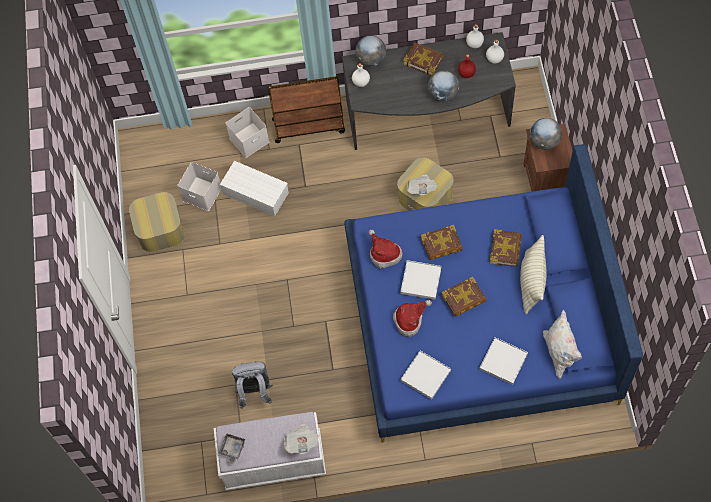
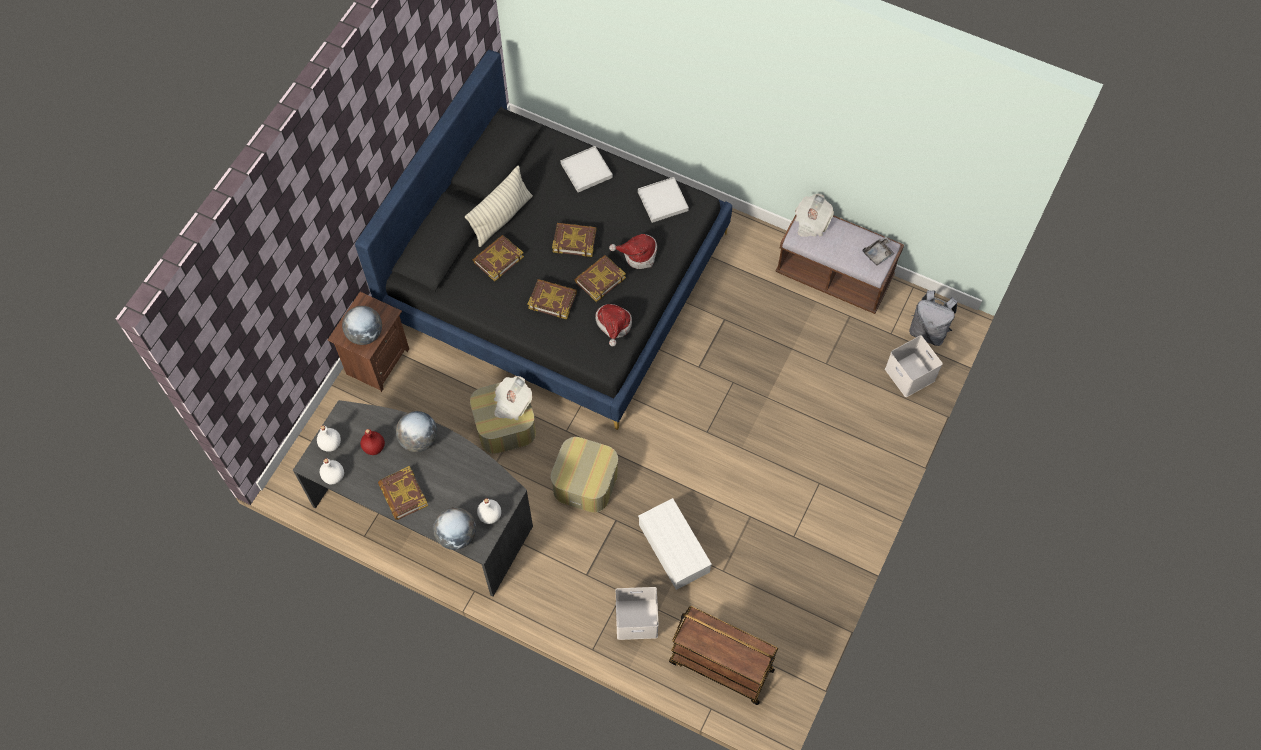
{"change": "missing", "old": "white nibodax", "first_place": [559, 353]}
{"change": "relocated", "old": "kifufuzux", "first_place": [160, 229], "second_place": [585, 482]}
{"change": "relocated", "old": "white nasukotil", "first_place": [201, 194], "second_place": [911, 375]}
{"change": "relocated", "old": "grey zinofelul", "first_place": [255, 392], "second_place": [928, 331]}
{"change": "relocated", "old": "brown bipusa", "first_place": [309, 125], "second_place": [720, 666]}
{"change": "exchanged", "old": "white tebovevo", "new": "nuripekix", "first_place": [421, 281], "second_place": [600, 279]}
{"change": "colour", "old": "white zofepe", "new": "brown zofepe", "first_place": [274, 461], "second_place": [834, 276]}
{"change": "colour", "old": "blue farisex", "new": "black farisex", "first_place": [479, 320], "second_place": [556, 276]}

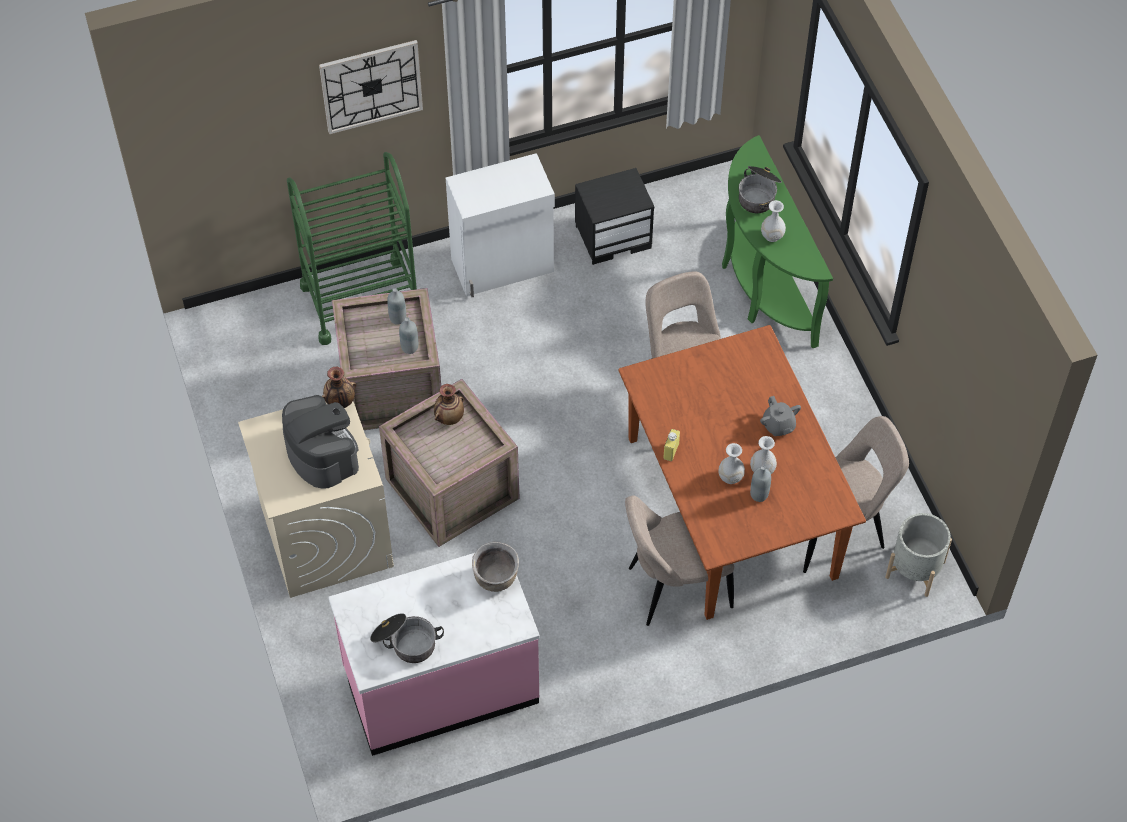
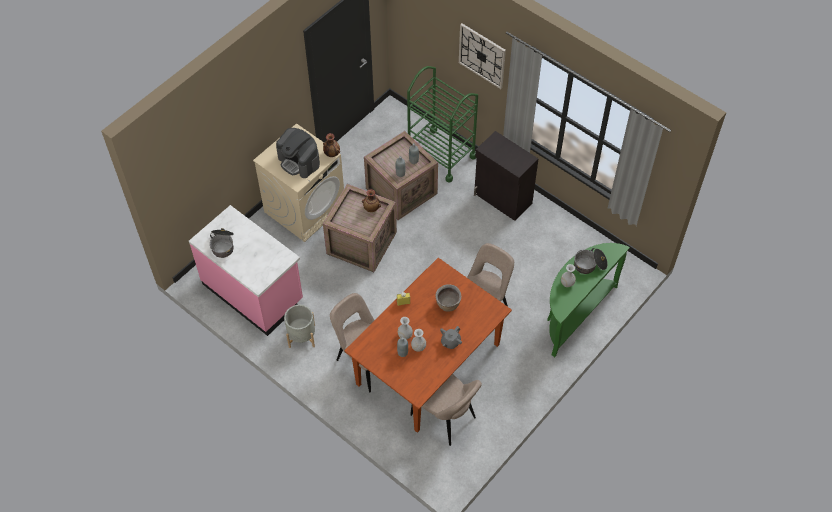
{"change": "missing", "old": "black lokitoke", "first_place": [613, 236]}
{"change": "relocated", "old": "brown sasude", "first_place": [496, 579], "second_place": [448, 305]}
{"change": "relocated", "old": "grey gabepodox", "first_place": [915, 569], "second_place": [302, 336]}
{"change": "colour", "old": "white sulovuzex", "new": "black sulovuzex", "first_place": [503, 266], "second_place": [502, 199]}
{"change": "spun", "old": "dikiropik", "first_place": [321, 453], "second_place": [299, 161], "degrees": 105}

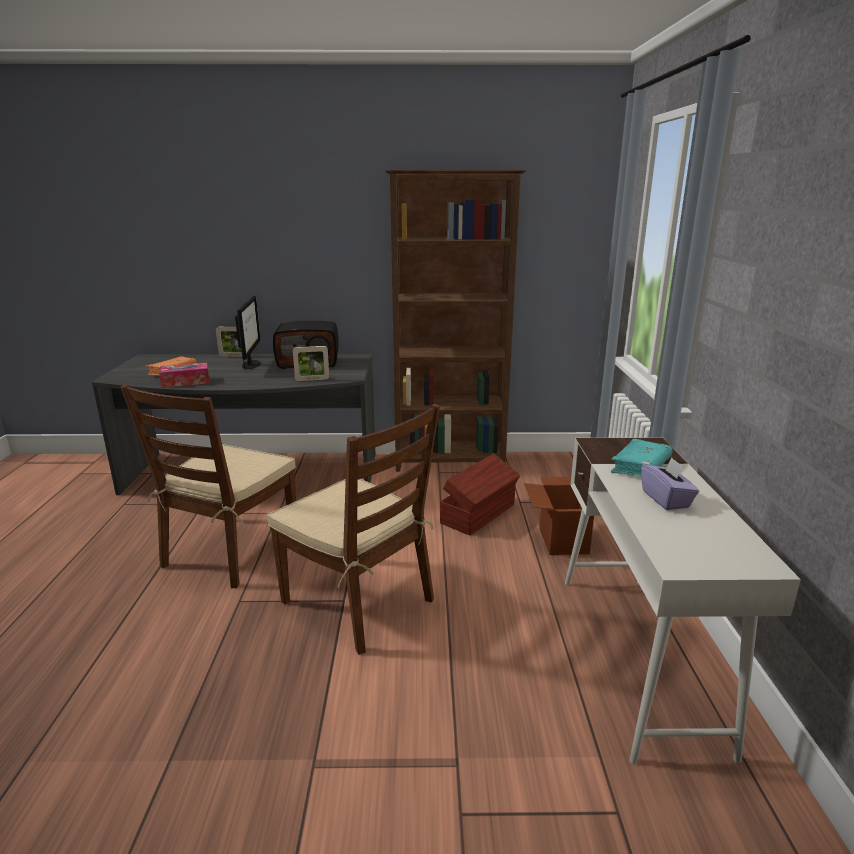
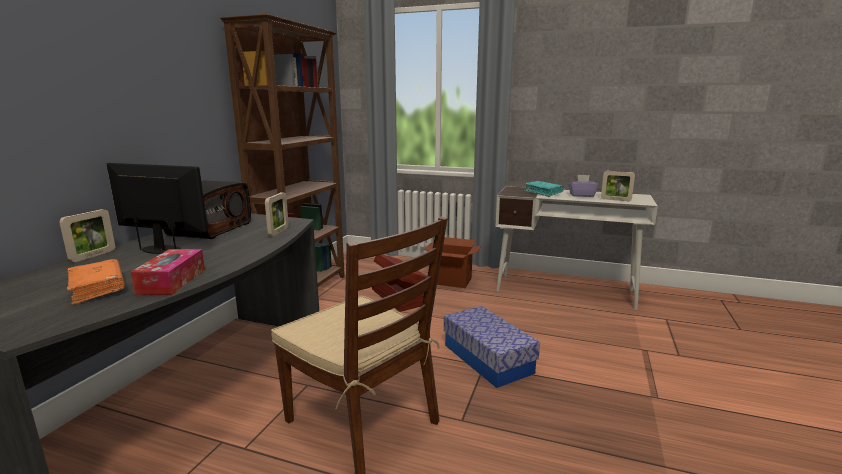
{"change": "appeared", "new": "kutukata", "second_place": [616, 200]}
{"change": "exchanged", "old": "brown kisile", "new": "nasukotil", "first_place": [359, 601], "second_place": [488, 359]}

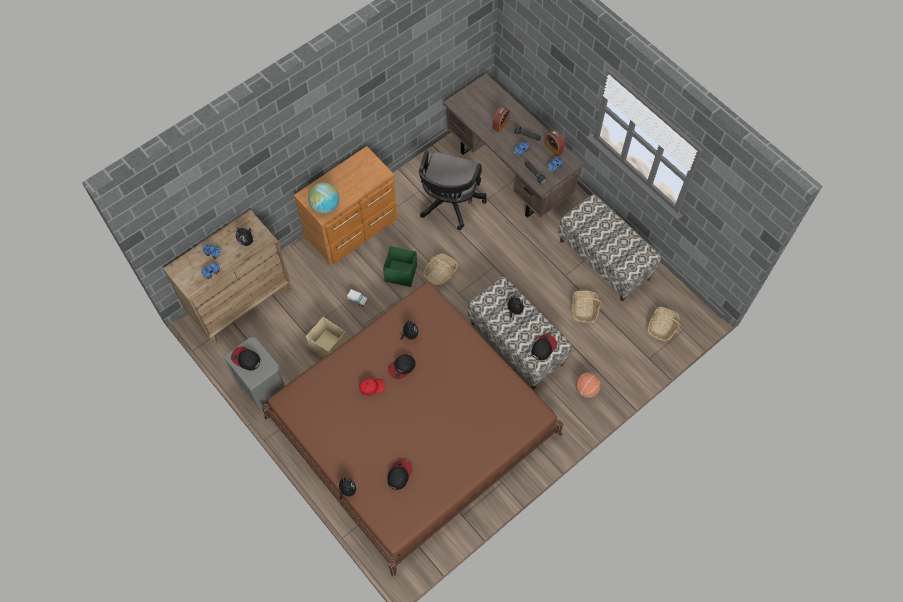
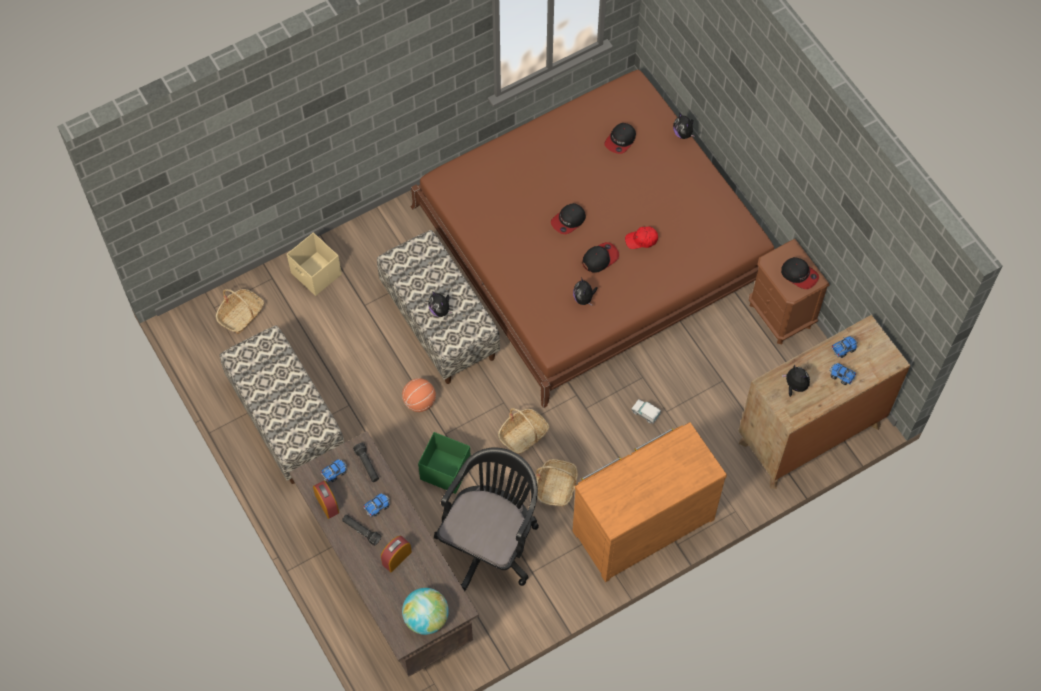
{"change": "relocated", "old": "beige nasukotil", "first_place": [328, 346], "second_place": [316, 274]}
{"change": "relocated", "old": "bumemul", "first_place": [325, 206], "second_place": [426, 618]}
{"change": "relocated", "old": "green nasukotil", "first_place": [401, 273], "second_place": [445, 470]}
{"change": "relocated", "old": "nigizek", "first_place": [543, 347], "second_place": [568, 220]}
{"change": "relocated", "old": "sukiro", "first_place": [584, 309], "second_place": [556, 486]}
{"change": "relocated", "old": "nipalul", "first_place": [586, 389], "second_place": [419, 402]}
{"change": "colour", "old": "grey lokitoke", "new": "brown lokitoke", "first_place": [263, 388], "second_place": [781, 315]}

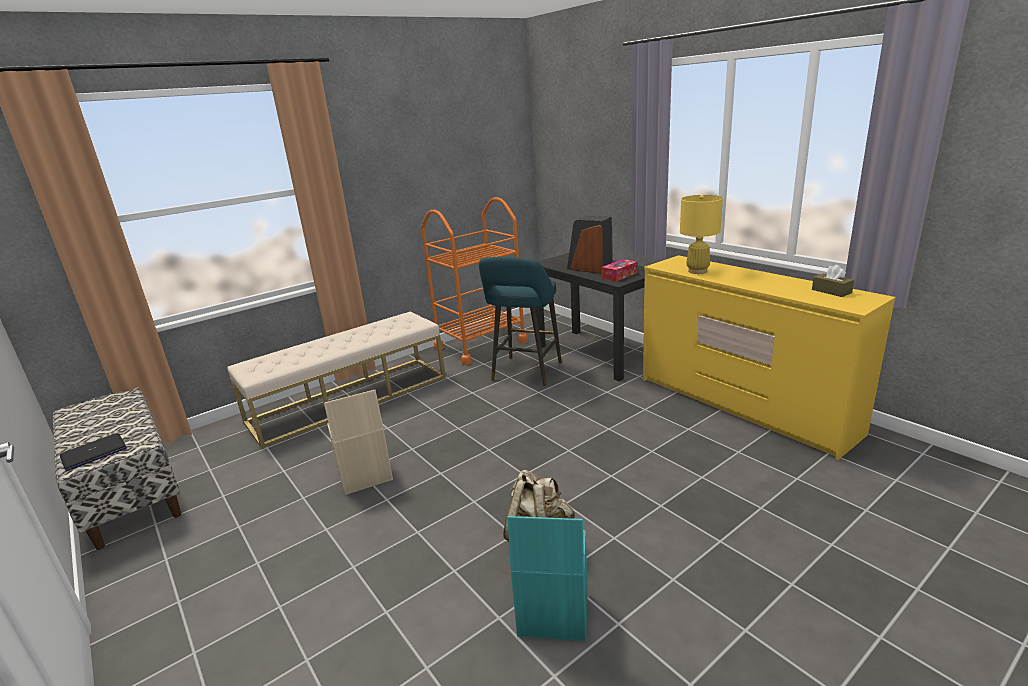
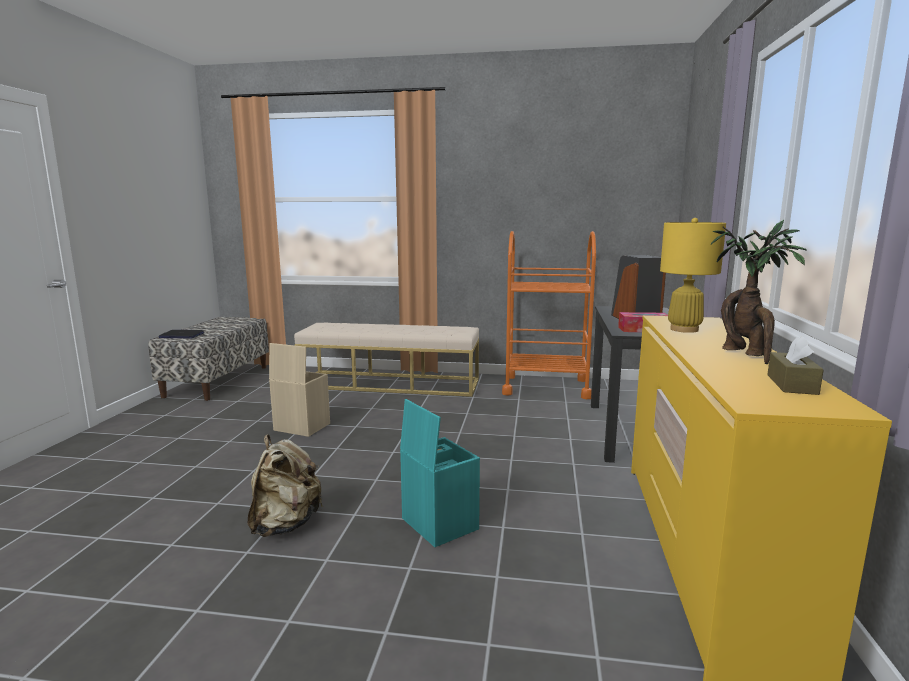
{"change": "missing", "old": "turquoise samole", "first_place": [525, 373]}
{"change": "appeared", "new": "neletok", "second_place": [746, 354]}
{"change": "relocated", "old": "turquoise nasukotil", "first_place": [551, 615], "second_place": [438, 523]}

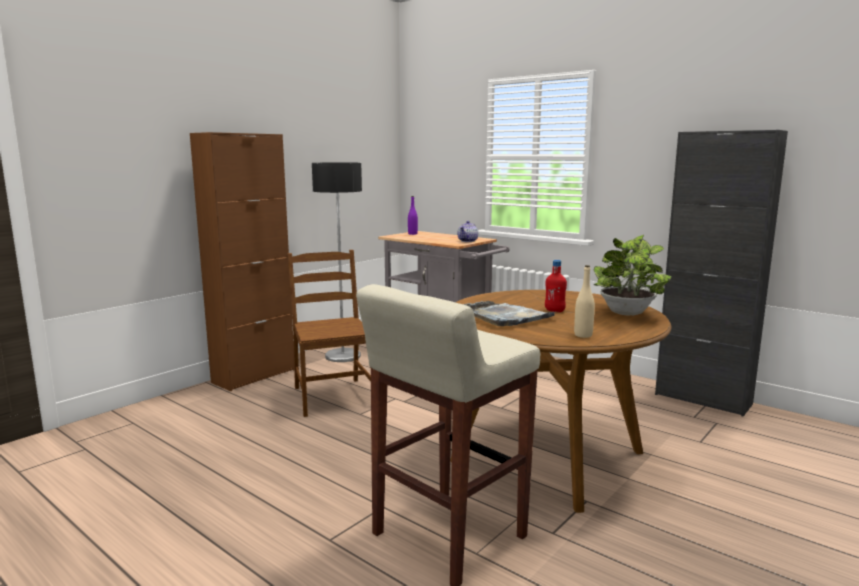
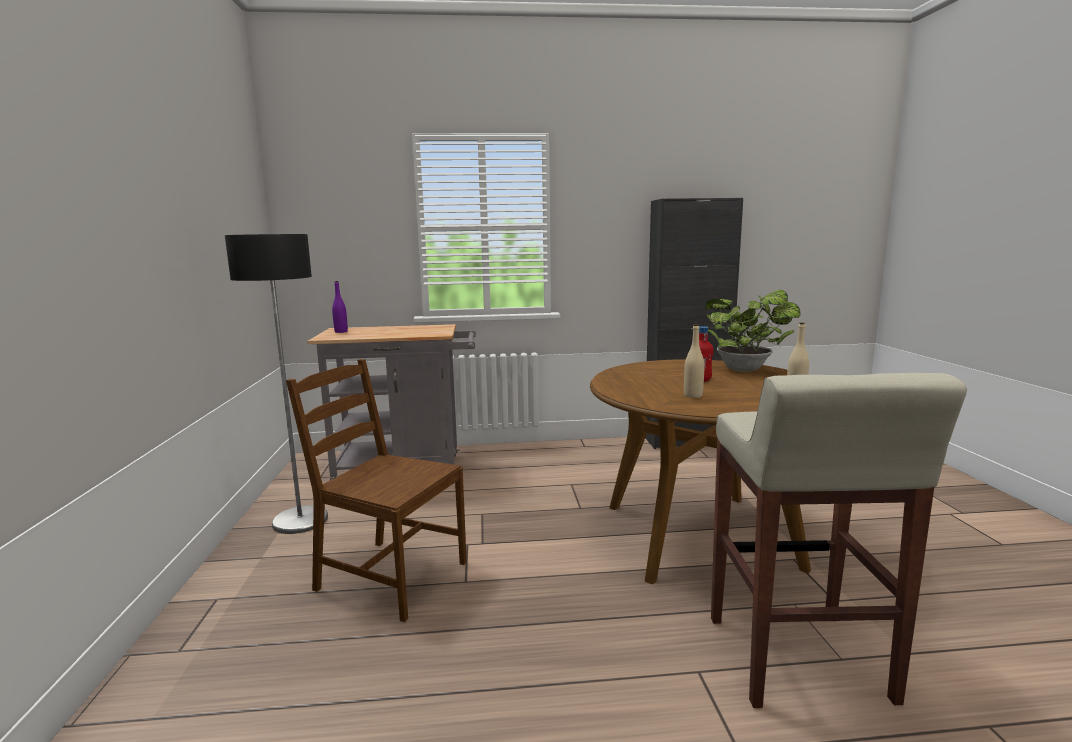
{"change": "missing", "old": "brown sulovuzex", "first_place": [254, 376]}
{"change": "missing", "old": "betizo", "first_place": [468, 241]}
{"change": "exchanged", "old": "grey tebovevo", "new": "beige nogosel", "first_place": [505, 316], "second_place": [693, 396]}

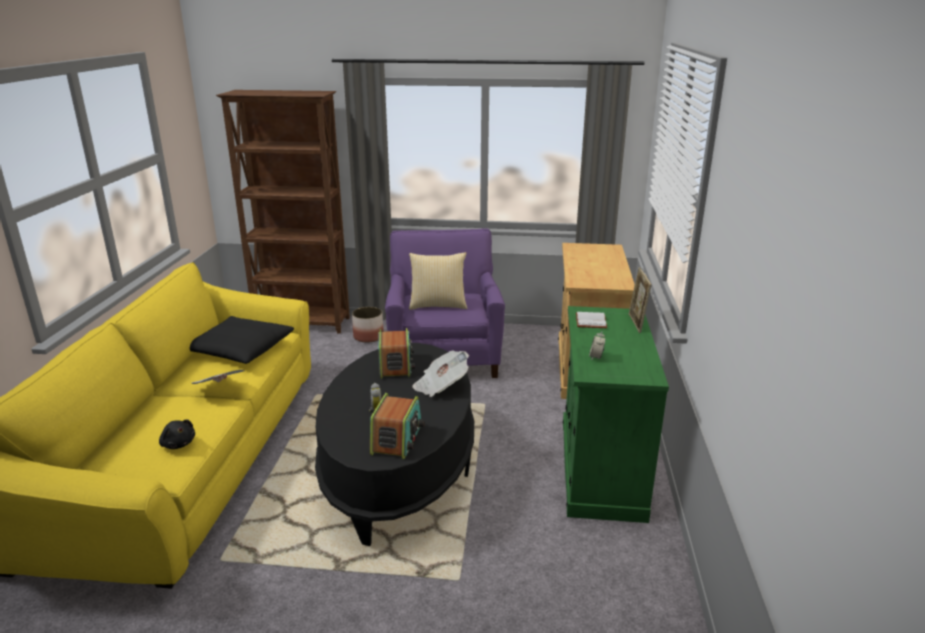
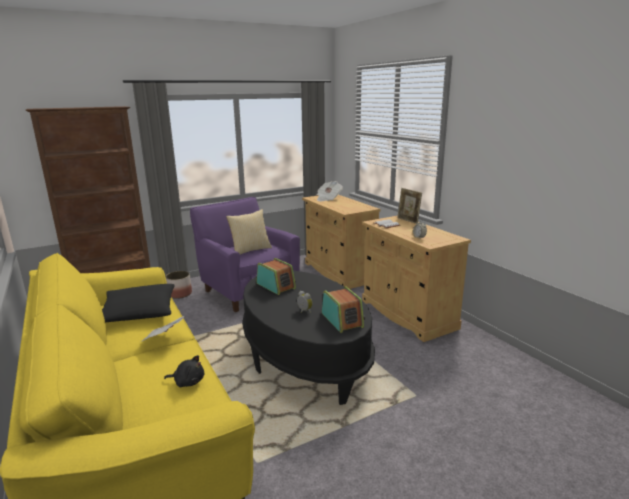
{"change": "relocated", "old": "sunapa", "first_place": [440, 386], "second_place": [328, 199]}
{"change": "colour", "old": "green sulovuzex", "new": "beige sulovuzex", "first_place": [600, 467], "second_place": [407, 314]}

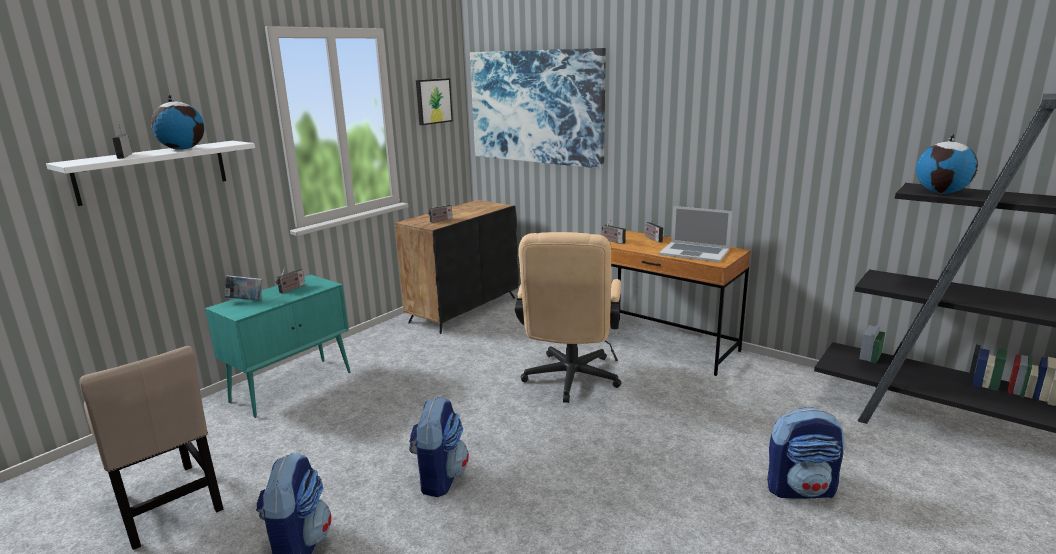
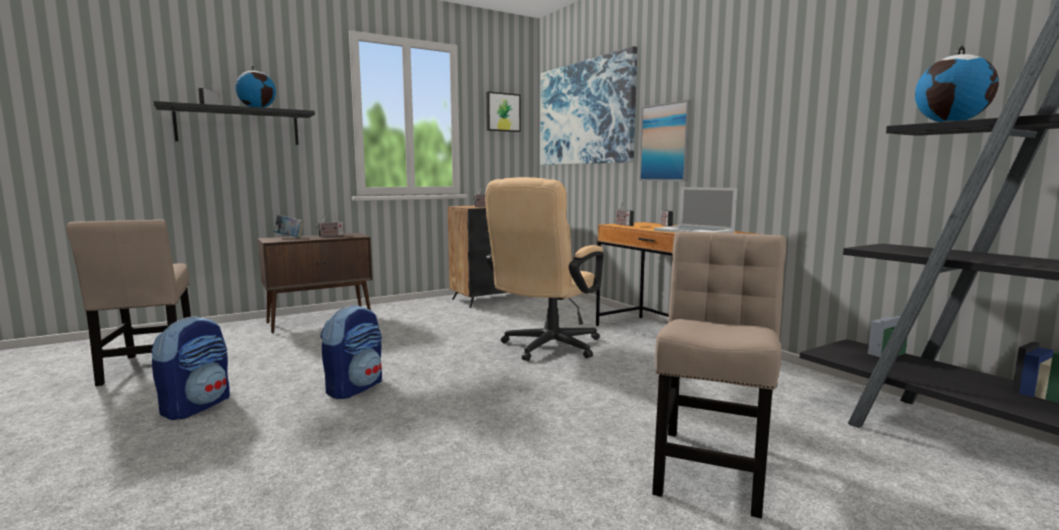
{"change": "appeared", "new": "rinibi", "second_place": [665, 142]}
{"change": "exchanged", "old": "zinofelul", "new": "beige kisile", "first_place": [801, 489], "second_place": [712, 465]}
{"change": "colour", "old": "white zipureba", "new": "black zipureba", "first_place": [153, 171], "second_place": [238, 126]}
{"change": "colour", "old": "turquoise sulovuzex", "new": "brown sulovuzex", "first_place": [293, 386], "second_place": [321, 321]}

